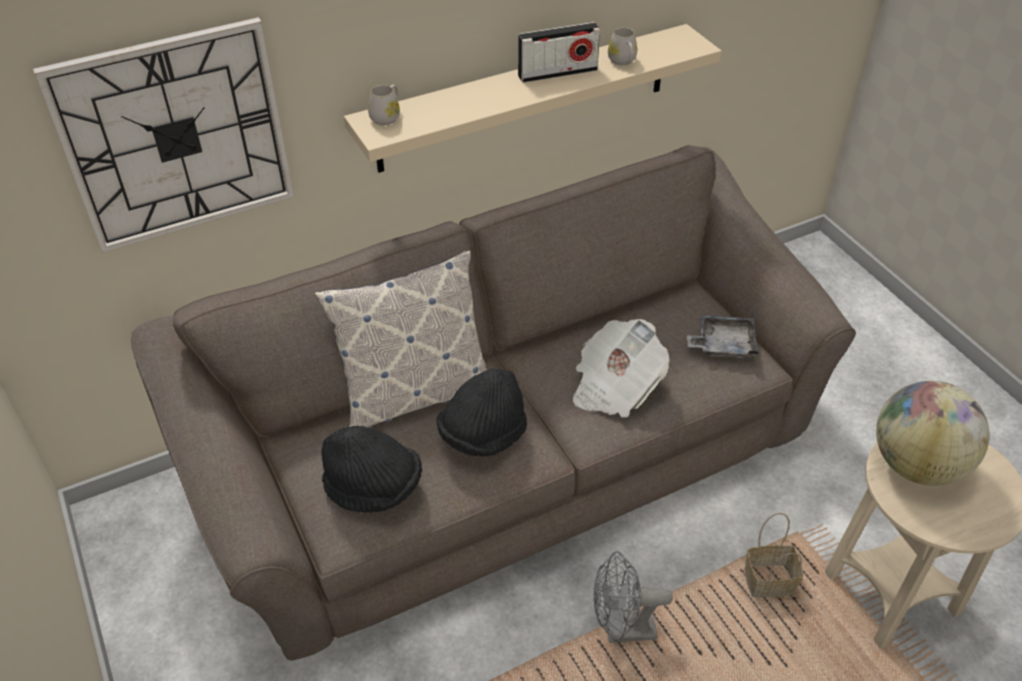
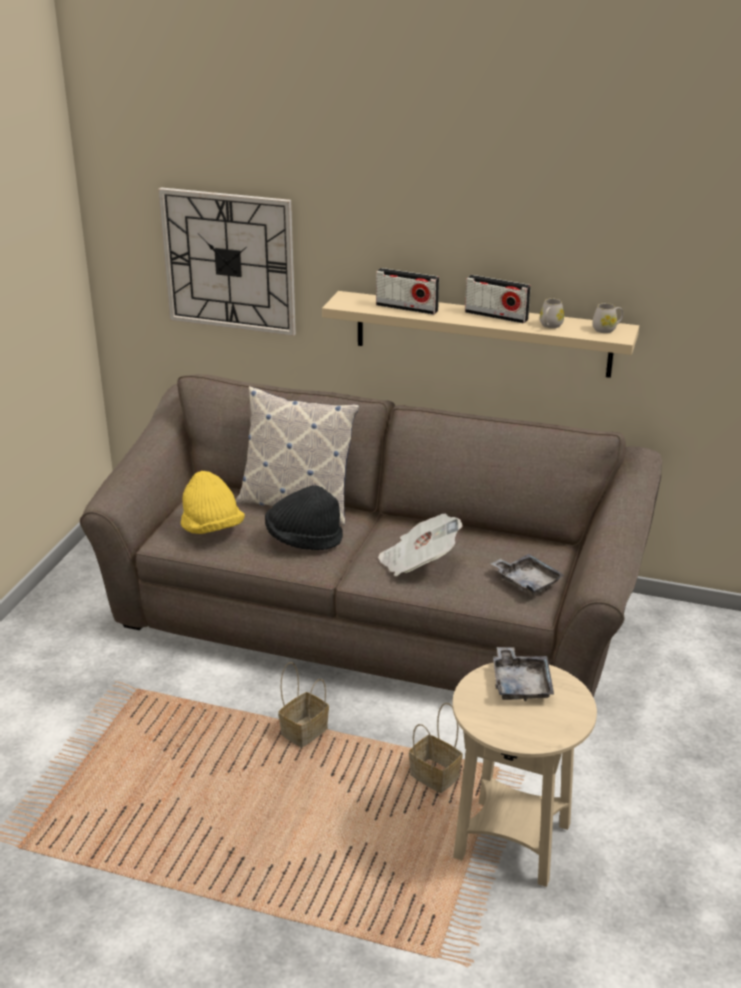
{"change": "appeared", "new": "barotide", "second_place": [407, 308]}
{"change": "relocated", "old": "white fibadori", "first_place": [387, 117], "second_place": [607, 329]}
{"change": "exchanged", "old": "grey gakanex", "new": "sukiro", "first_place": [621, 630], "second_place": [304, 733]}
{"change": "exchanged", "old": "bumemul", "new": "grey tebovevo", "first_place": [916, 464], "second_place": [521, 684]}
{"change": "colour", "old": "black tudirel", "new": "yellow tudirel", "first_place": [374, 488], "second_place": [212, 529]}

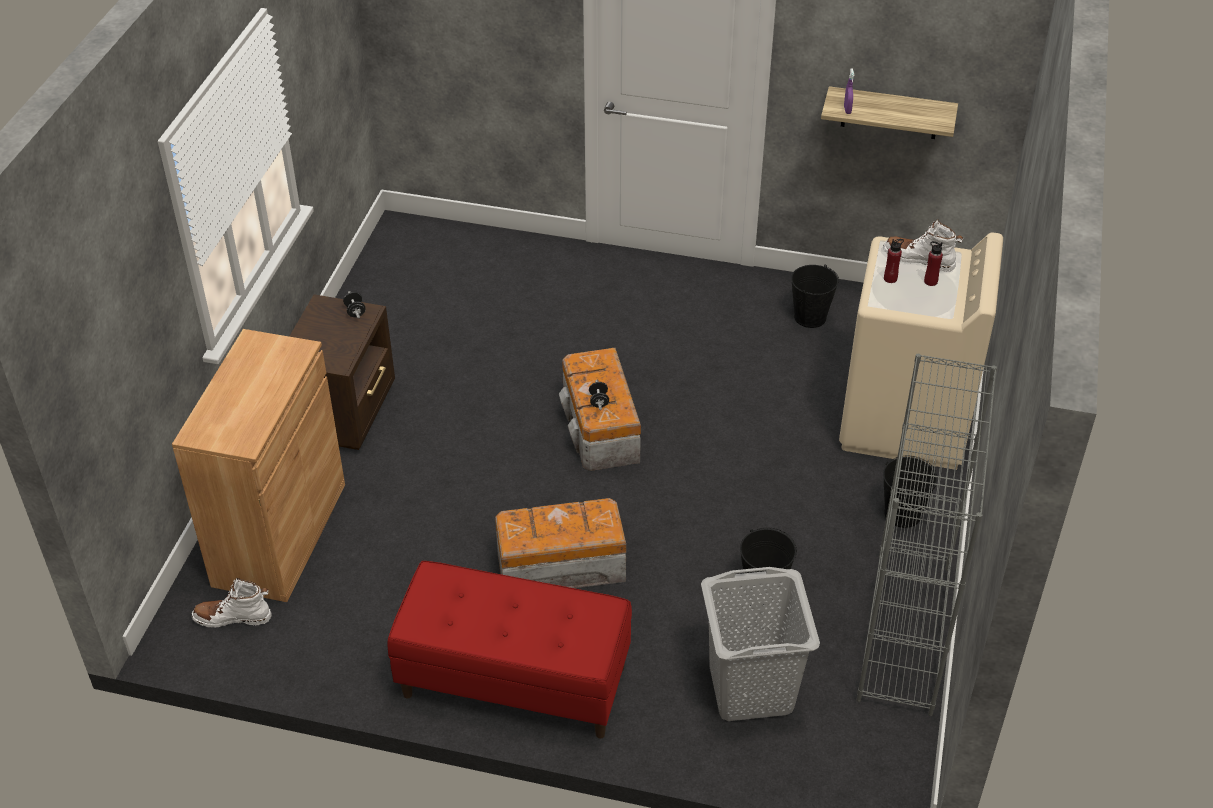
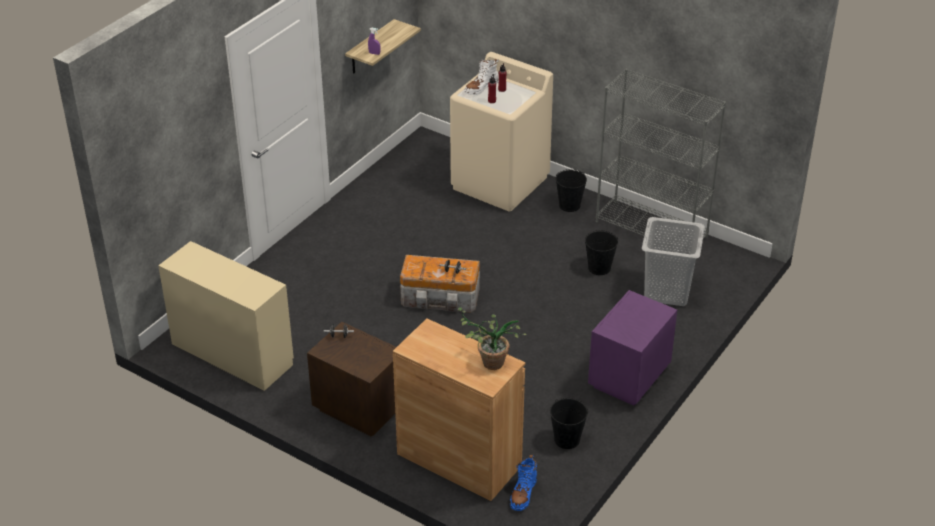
{"change": "missing", "old": "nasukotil", "first_place": [559, 566]}
{"change": "appeared", "new": "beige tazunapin", "second_place": [232, 354]}
{"change": "appeared", "new": "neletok", "second_place": [487, 363]}
{"change": "relocated", "old": "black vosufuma", "first_place": [809, 317], "second_place": [567, 439]}
{"change": "exchanged", "old": "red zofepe", "new": "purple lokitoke", "first_place": [513, 682], "second_place": [627, 378]}
{"change": "colour", "old": "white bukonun", "new": "blue bukonun", "first_place": [233, 617], "second_place": [523, 493]}

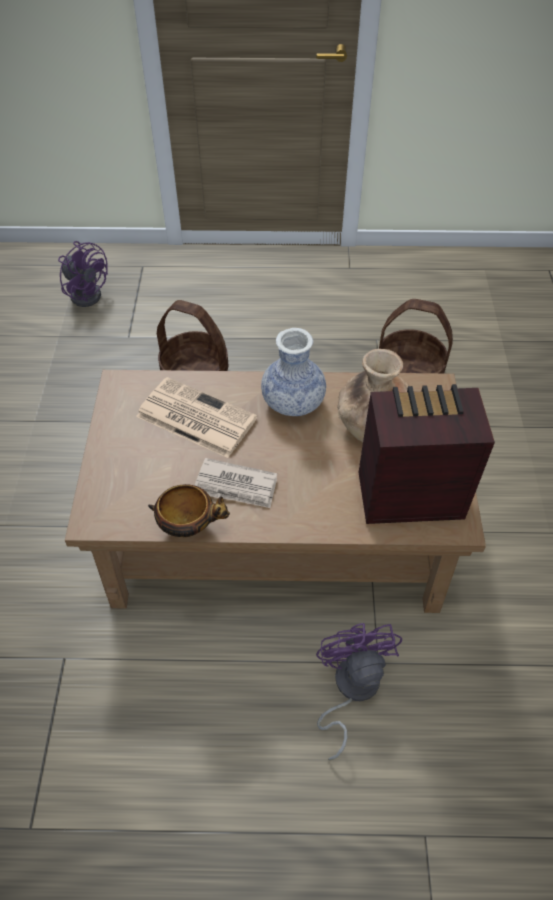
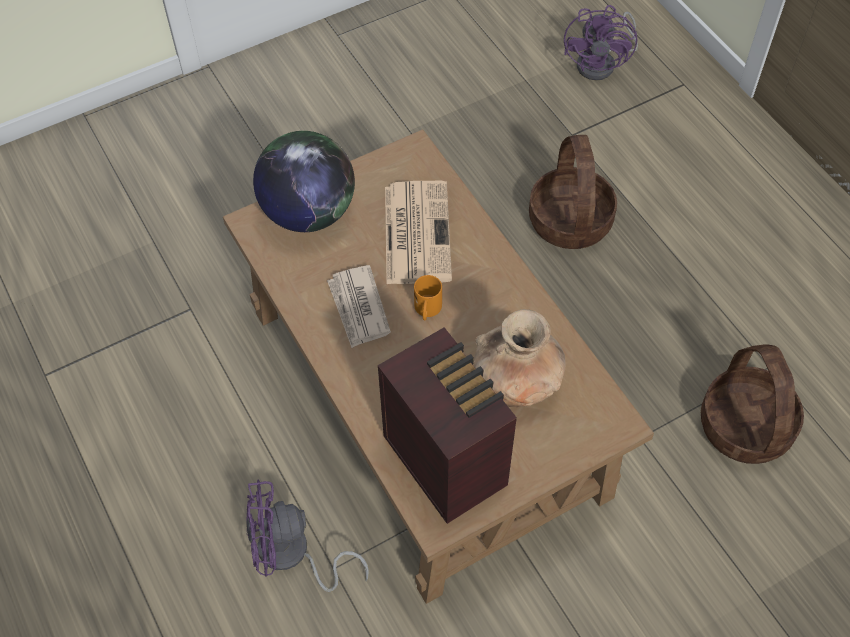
{"change": "missing", "old": "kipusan", "first_place": [189, 527]}
{"change": "missing", "old": "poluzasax", "first_place": [293, 402]}
{"change": "appeared", "new": "bumemul", "second_place": [308, 212]}
{"change": "appeared", "new": "orange fibadori", "second_place": [427, 310]}
{"change": "spun", "old": "purple gakanex", "first_place": [350, 688], "second_place": [292, 555], "degrees": -150}

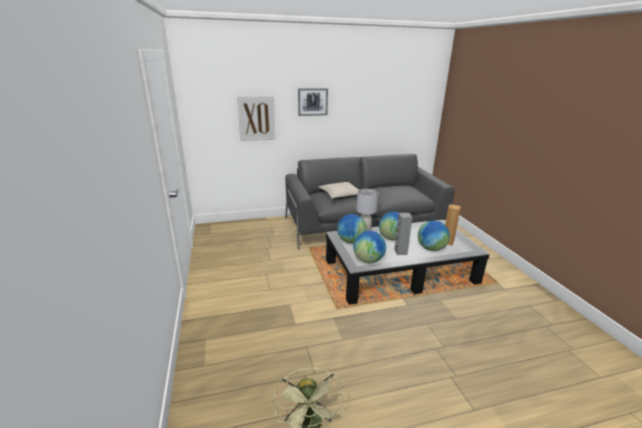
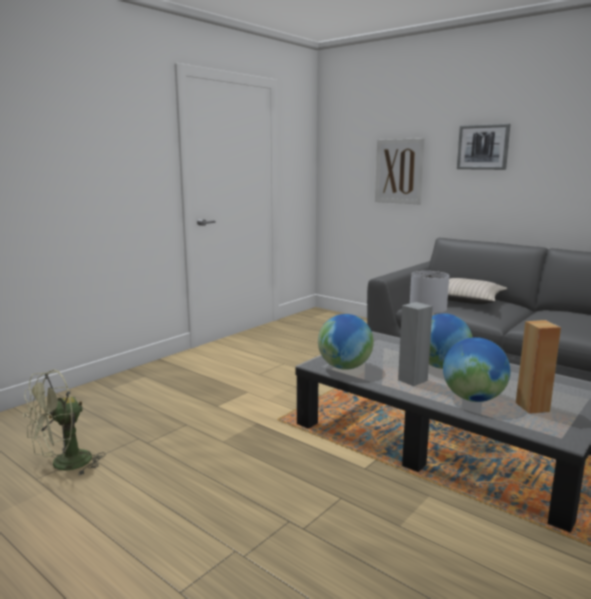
{"change": "missing", "old": "bumemul", "first_place": [351, 241]}

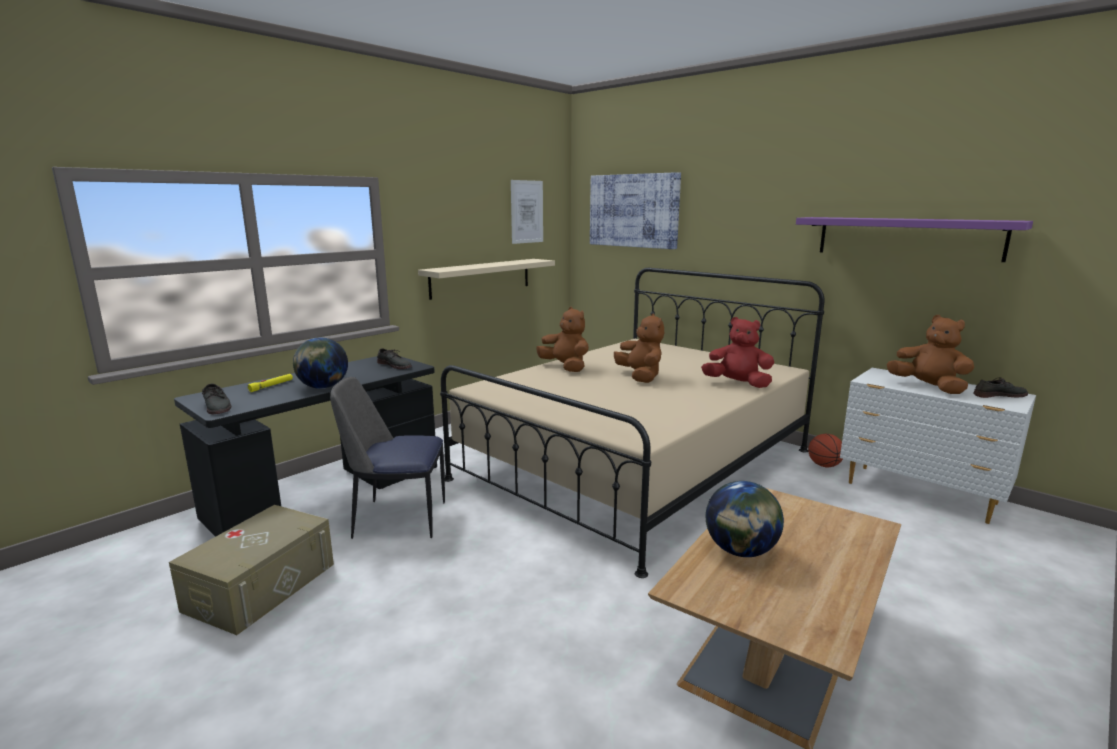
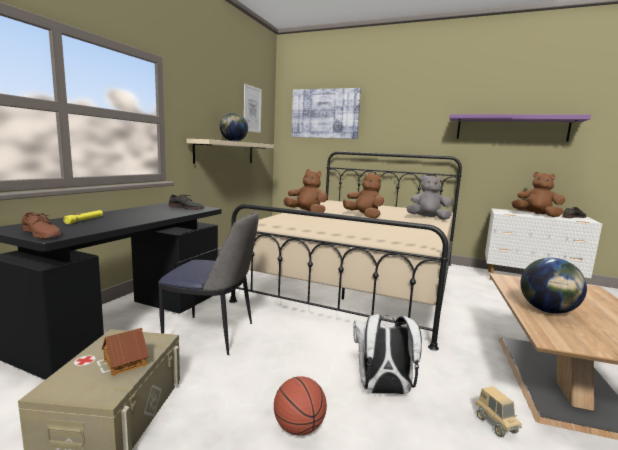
{"change": "appeared", "new": "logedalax", "second_place": [124, 362]}
{"change": "appeared", "new": "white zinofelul", "second_place": [383, 391]}
{"change": "appeared", "new": "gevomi", "second_place": [495, 425]}
{"change": "relocated", "old": "bumemul", "first_place": [323, 387], "second_place": [233, 141]}
{"change": "relocated", "old": "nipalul", "first_place": [824, 465], "second_place": [299, 428]}
{"change": "colour", "old": "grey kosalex", "new": "brown kosalex", "first_place": [217, 406], "second_place": [42, 234]}
{"change": "colour", "old": "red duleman", "new": "grey duleman", "first_place": [737, 384], "second_place": [427, 218]}
{"change": "spun", "old": "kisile", "first_place": [397, 519], "second_place": [212, 334], "degrees": -150}

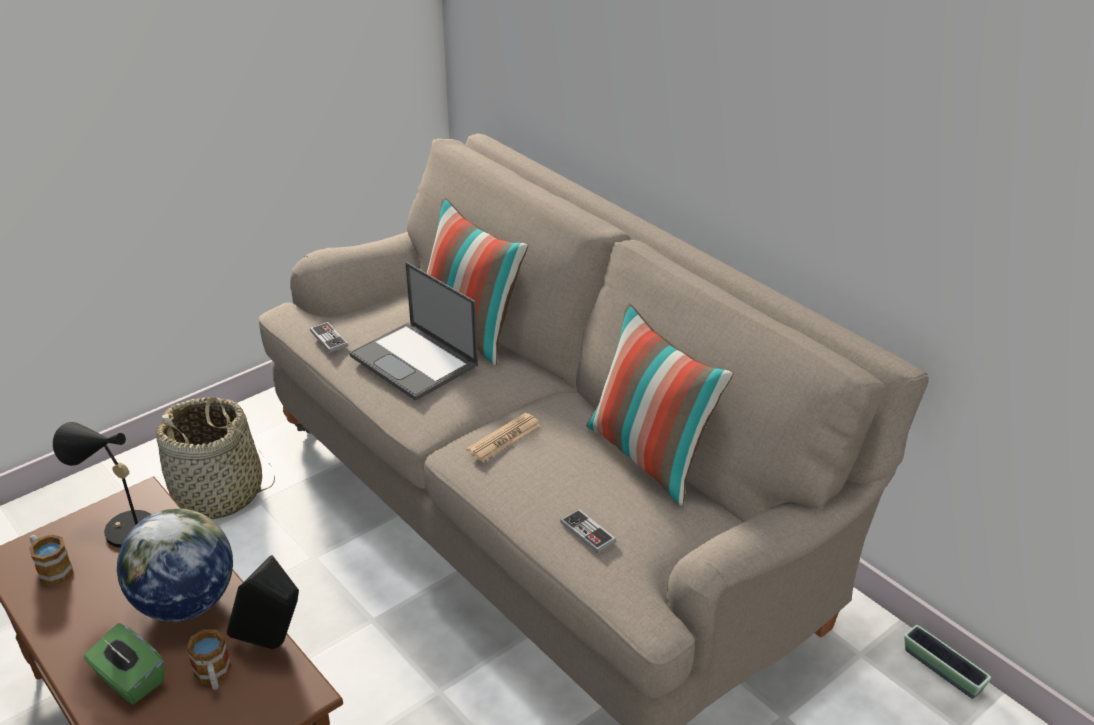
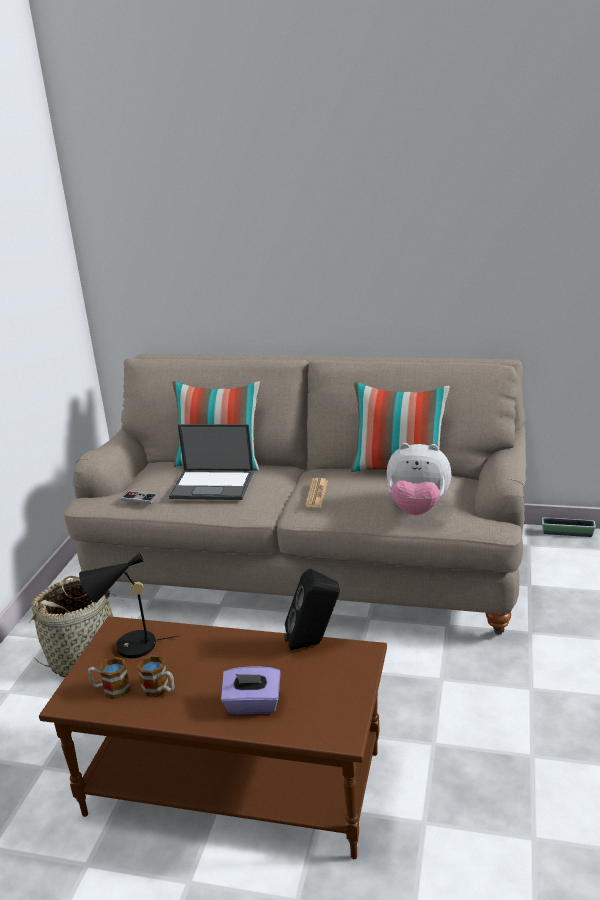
{"change": "missing", "old": "bumemul", "first_place": [185, 603]}
{"change": "relocated", "old": "fibadori", "first_place": [213, 676], "second_place": [160, 689]}
{"change": "exchanged", "old": "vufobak", "new": "duleman", "first_place": [587, 532], "second_place": [417, 509]}
{"change": "colour", "old": "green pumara", "new": "purple pumara", "first_place": [130, 680], "second_place": [253, 705]}

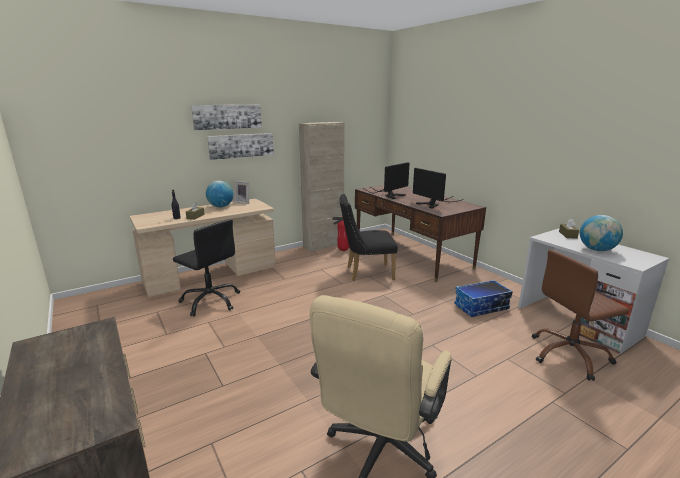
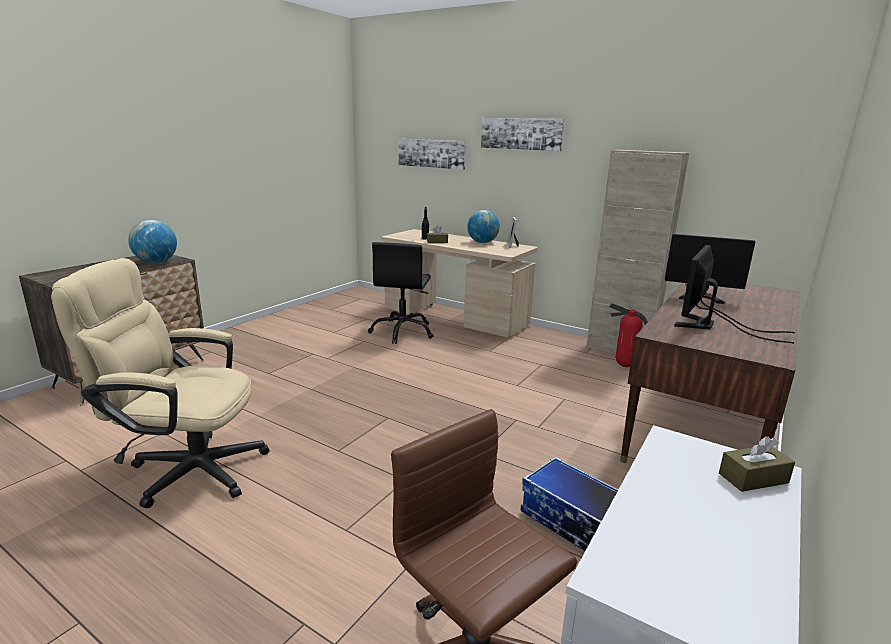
{"change": "missing", "old": "black kisile", "first_place": [366, 273]}
{"change": "relocated", "old": "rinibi", "first_place": [241, 145], "second_place": [431, 153]}
{"change": "relocated", "old": "bumemul", "first_place": [596, 250], "second_place": [156, 262]}

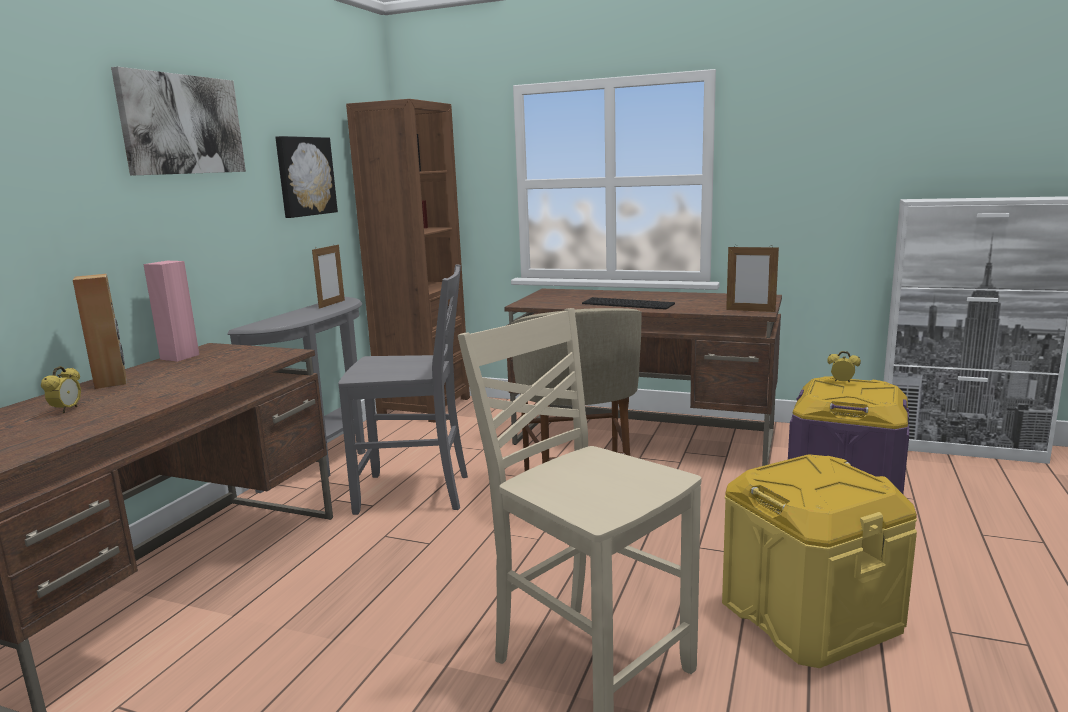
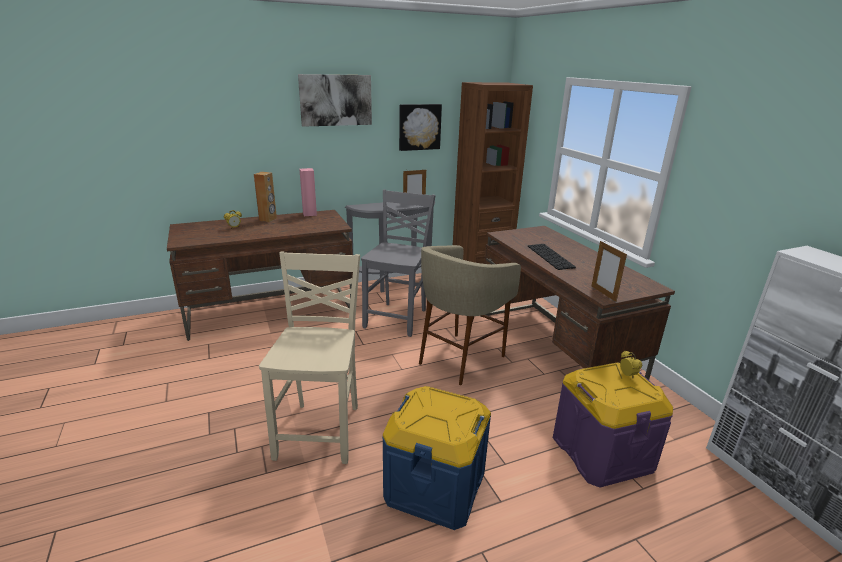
{"change": "colour", "old": "yellow nasukotil", "new": "blue nasukotil", "first_place": [809, 615], "second_place": [435, 486]}
{"change": "spun", "old": "grey kisile", "first_place": [416, 493], "second_place": [397, 318], "degrees": -120}

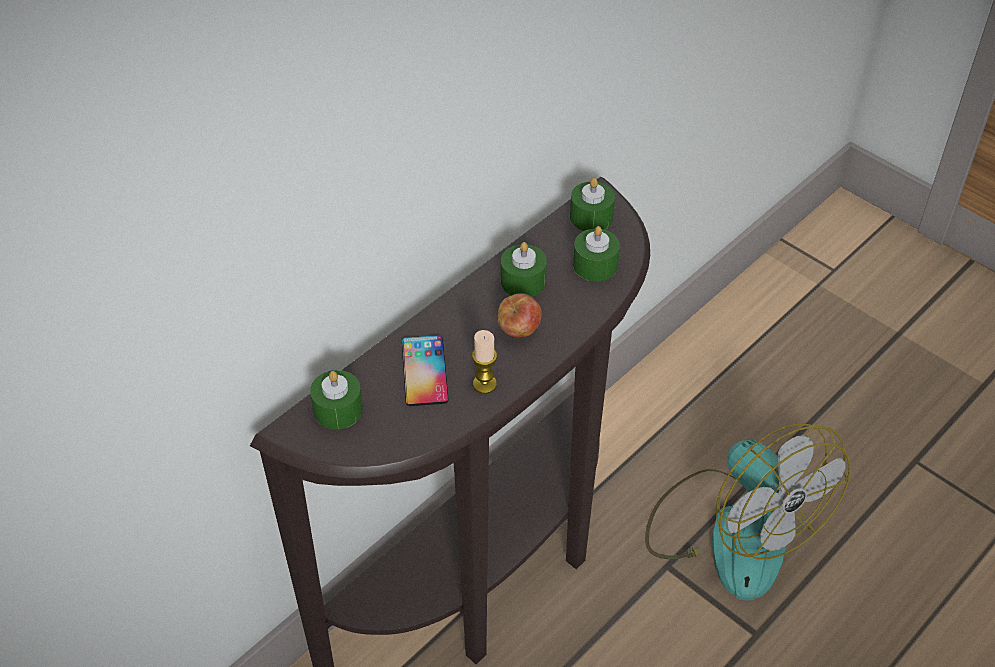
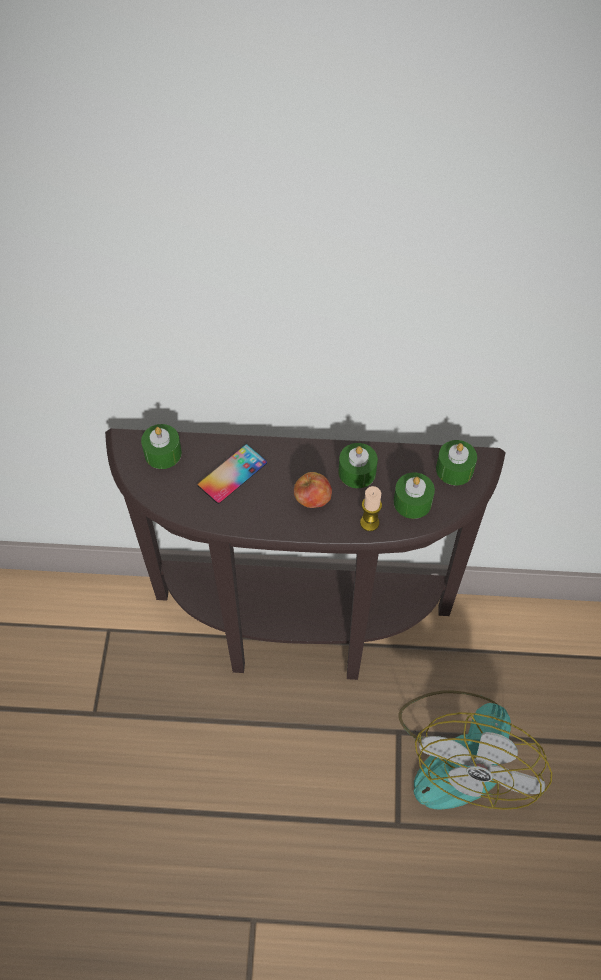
{"change": "relocated", "old": "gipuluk", "first_place": [484, 384], "second_place": [369, 522]}

